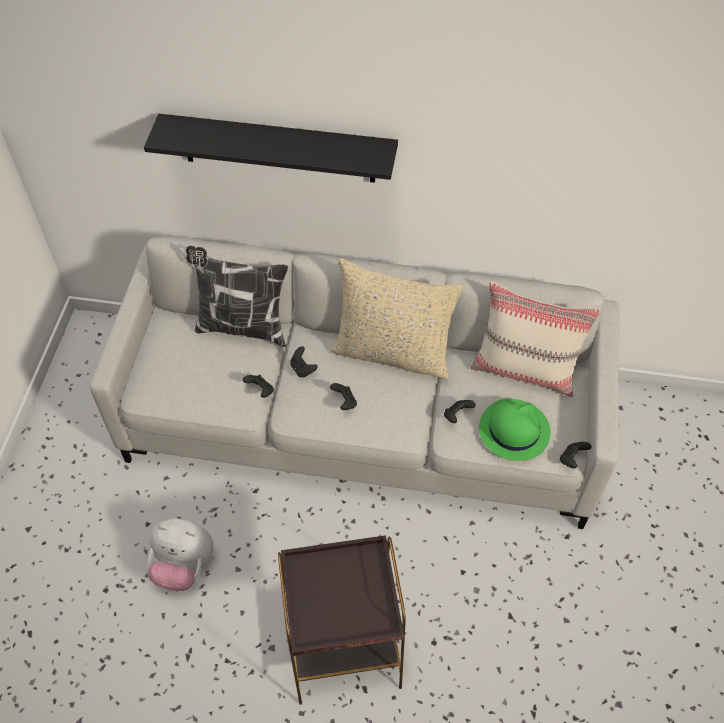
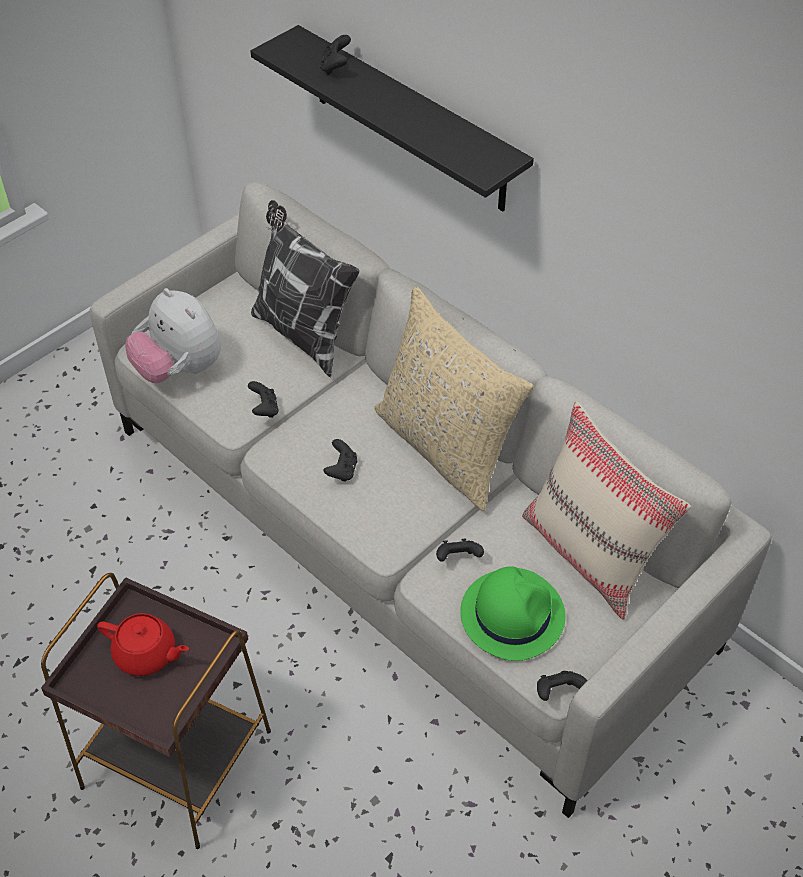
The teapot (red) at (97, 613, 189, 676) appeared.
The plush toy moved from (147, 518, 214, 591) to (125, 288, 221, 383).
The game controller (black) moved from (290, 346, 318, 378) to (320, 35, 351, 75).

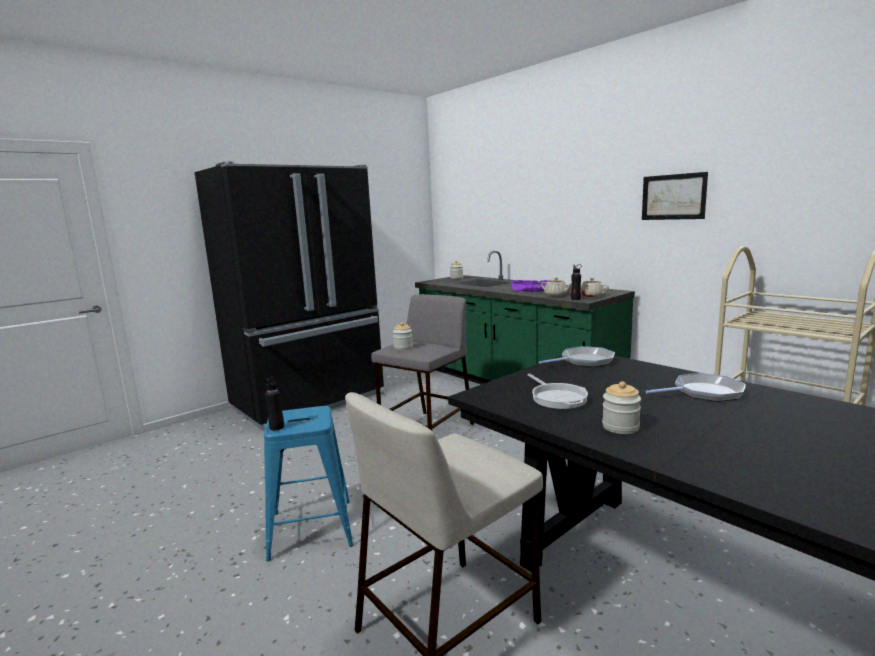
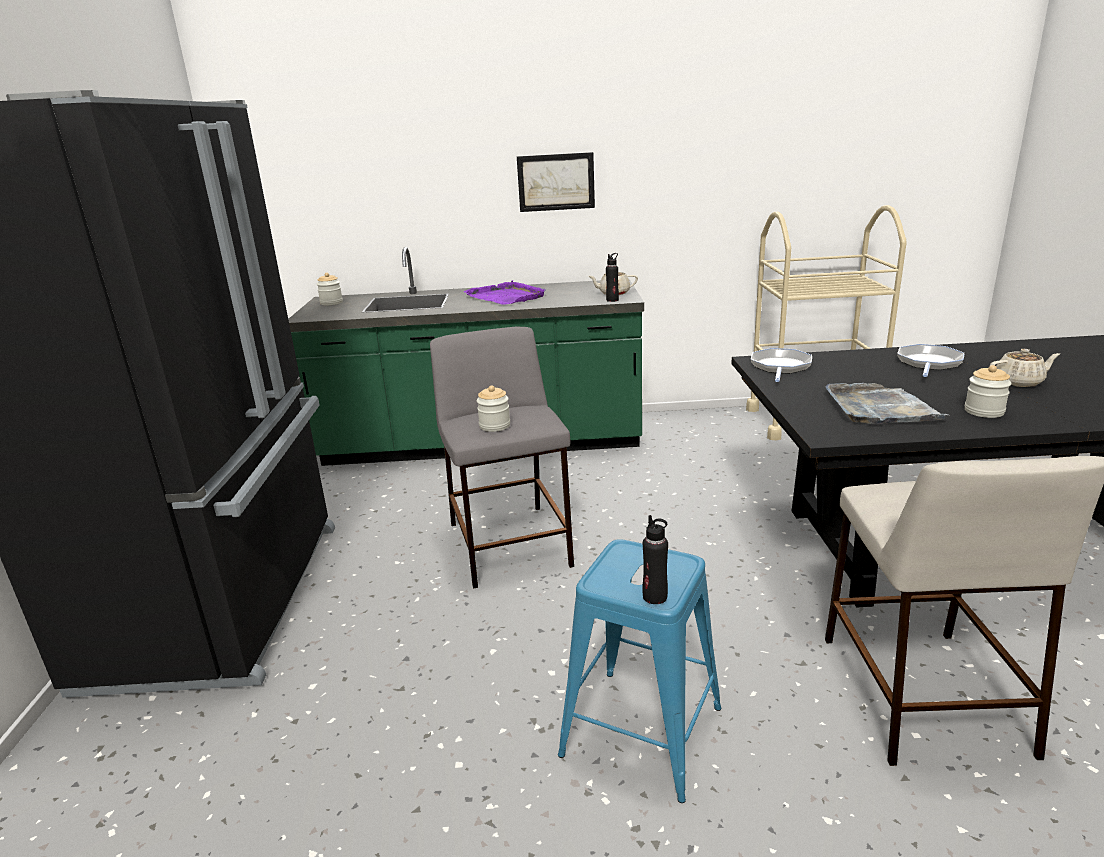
The teapot (beige) moved from (541, 278, 572, 297) to (990, 349, 1060, 387).
The picture moved from (642, 172, 708, 220) to (517, 152, 595, 212).
The frying pan at (528, 374, 588, 409) was replaced by the tray (grey) at (825, 383, 951, 424).

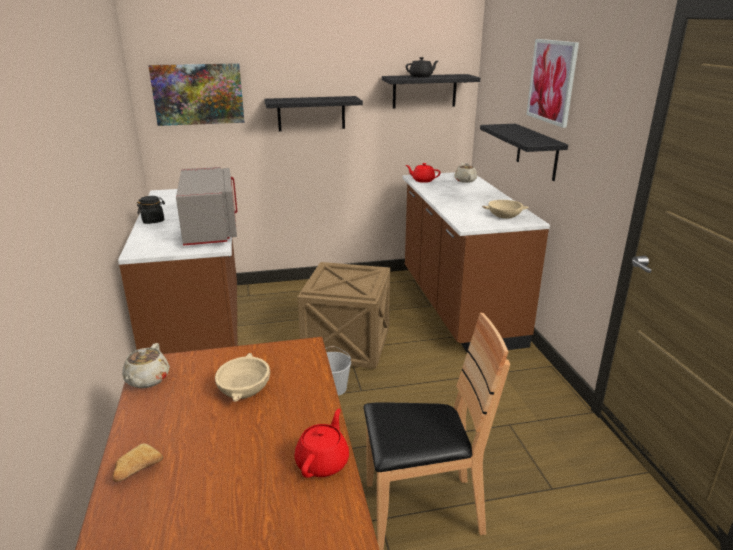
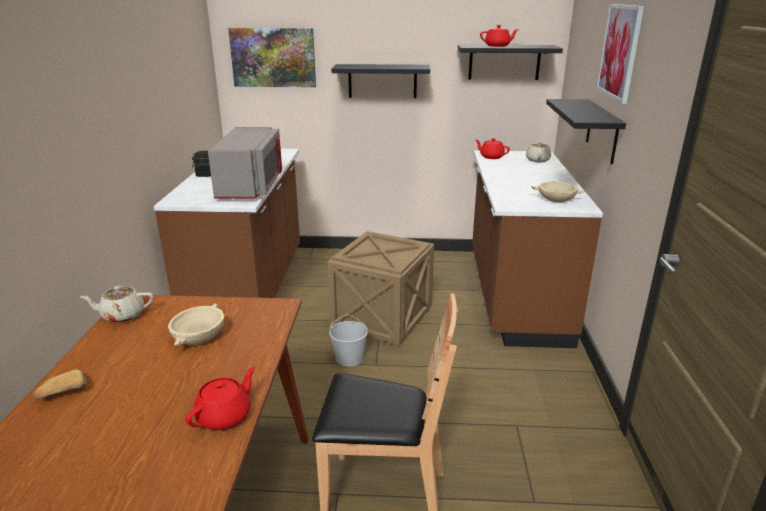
The teapot (black) at (406, 57, 438, 78) became the teapot (red) at (480, 25, 519, 47).
The teapot (beige) at (122, 343, 170, 388) turned 60 degrees clockwise.

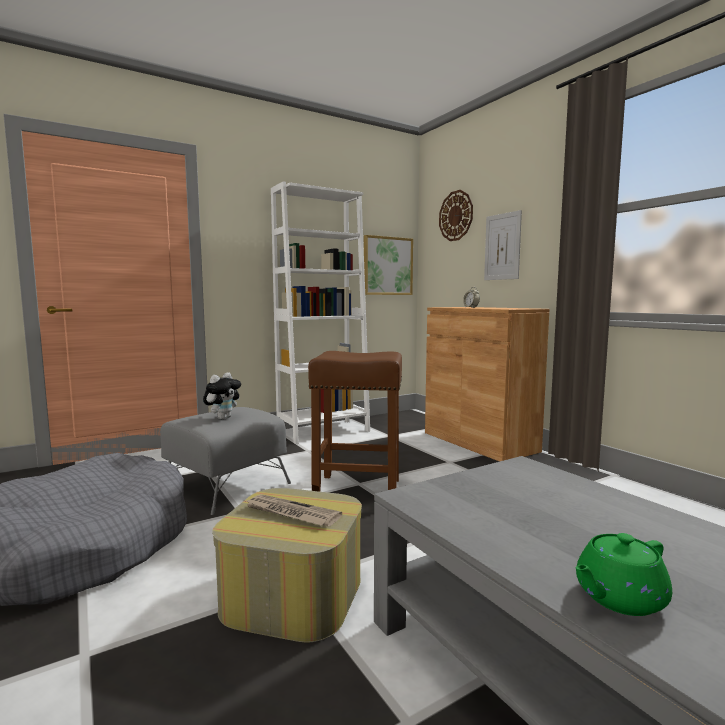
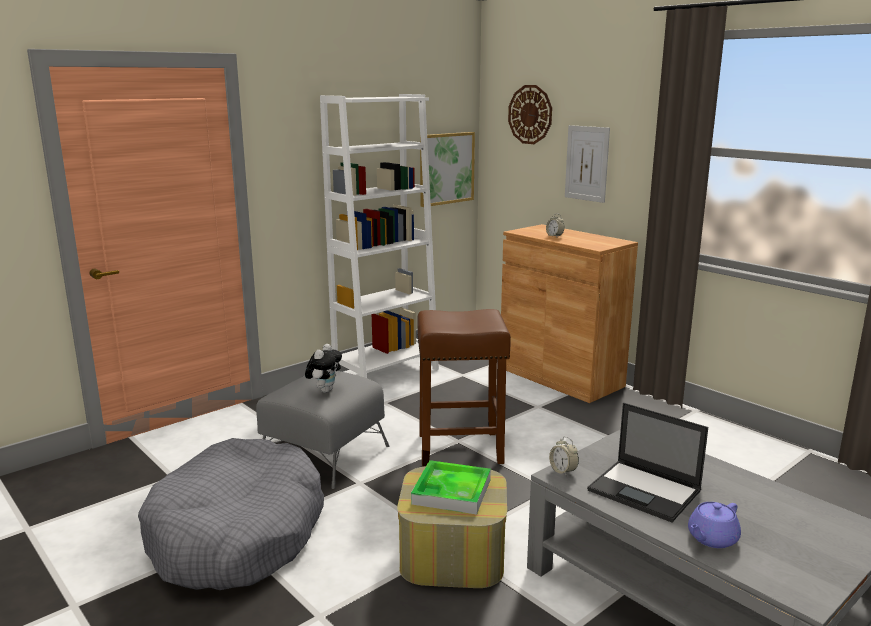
The alarm clock at (549, 437, 579, 477) appeared.
The laptop at (587, 403, 708, 522) appeared.
The newspaper at (246, 494, 342, 526) was replaced by the tray at (411, 460, 491, 514).
The teapot (green) at (575, 533, 672, 616) became the teapot (purple) at (688, 502, 741, 548).

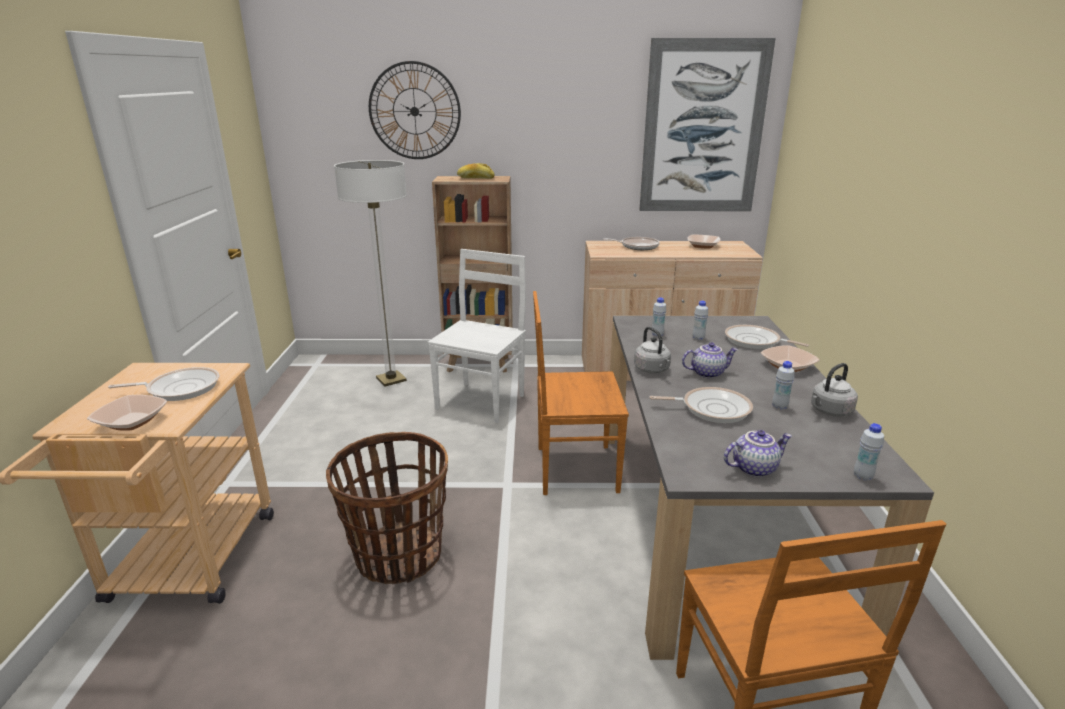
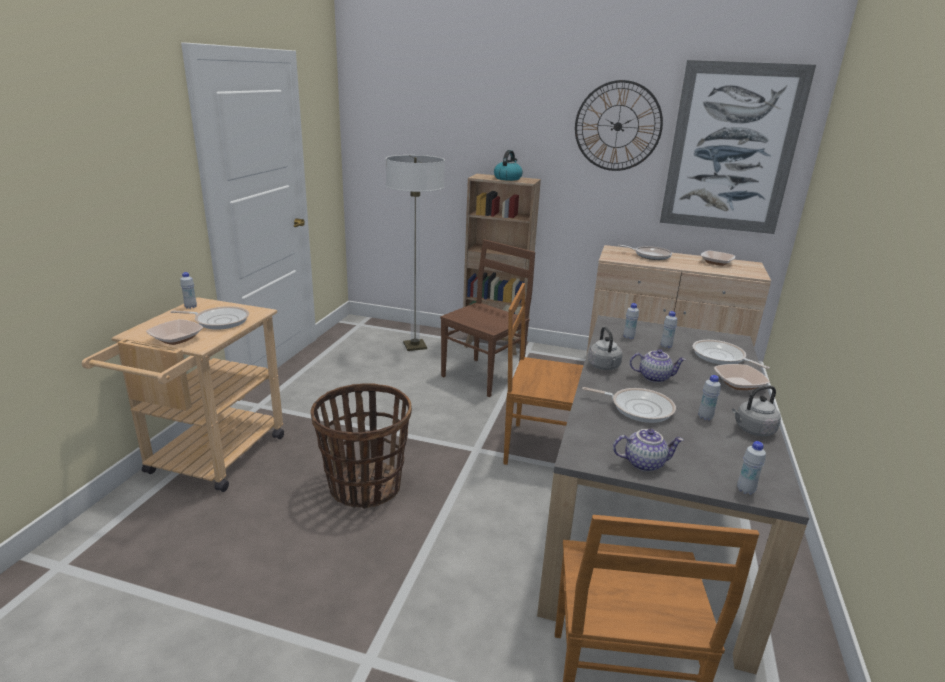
The bottle (white) at (180, 272, 197, 309) appeared.
The wall clock moved from (369, 61, 461, 159) to (575, 80, 663, 171).
The bread at (457, 163, 495, 179) was replaced by the kettle at (494, 150, 523, 181).
The chair (white) at (427, 249, 526, 423) became the chair (brown) at (440, 239, 535, 397).

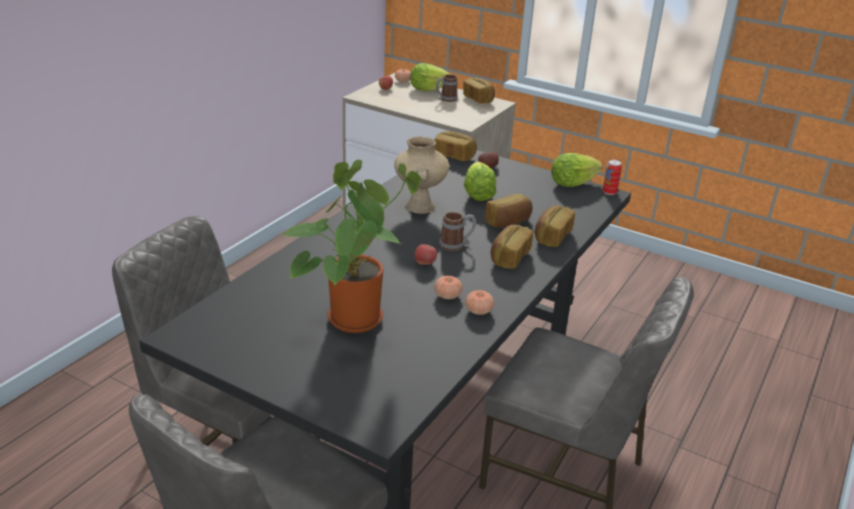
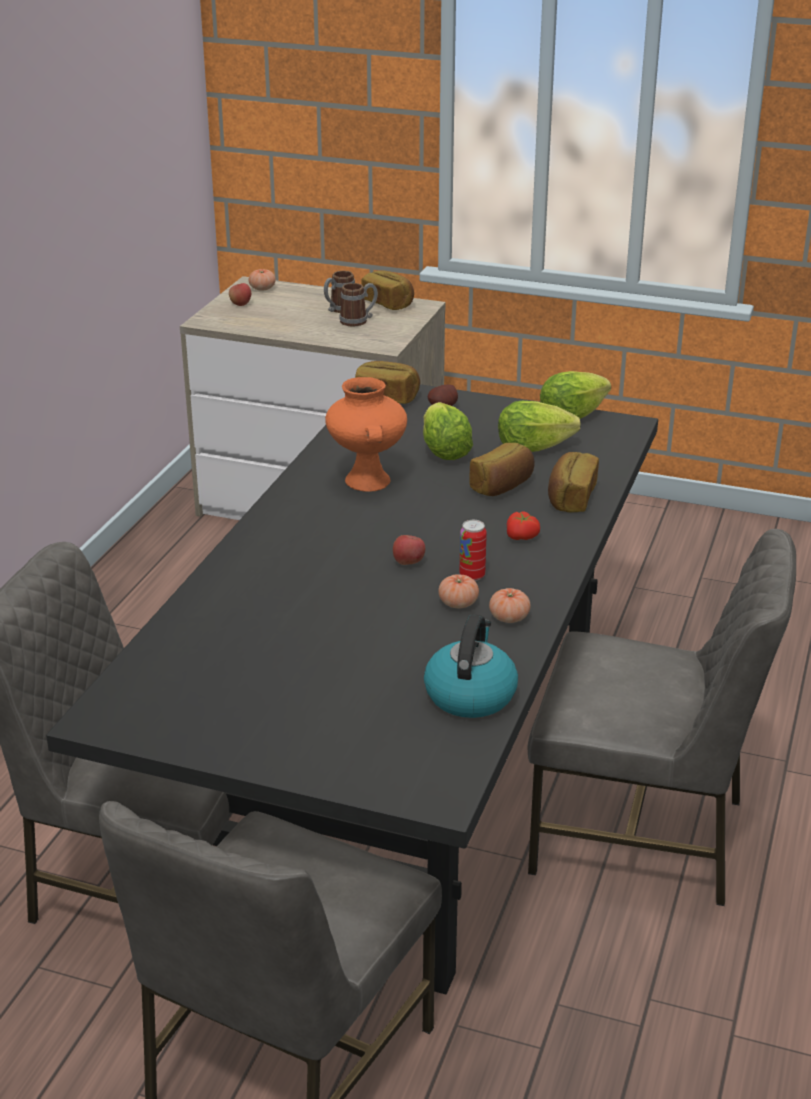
The potted plant at (280, 160, 421, 333) disappeared.
The kettle at (424, 614, 518, 718) appeared.
The lettuce moved from (410, 63, 450, 91) to (498, 401, 581, 452).
The mug moved from (439, 212, 476, 251) to (339, 283, 378, 327).
The can moved from (603, 160, 622, 195) to (459, 520, 487, 581).
The bread at (491, 225, 533, 269) was replaced by the tomato at (507, 511, 540, 540).
The vase (beige) at (394, 136, 449, 214) became the vase (orange) at (325, 377, 407, 492).

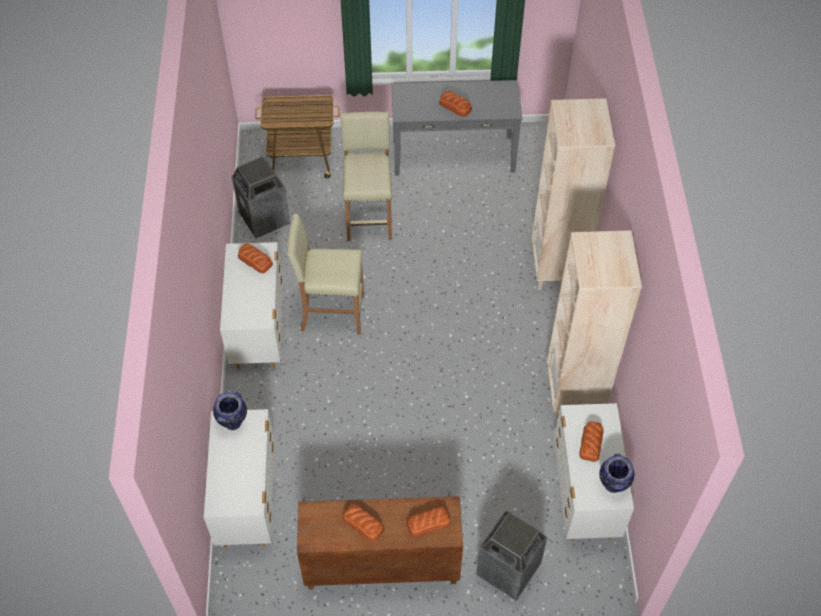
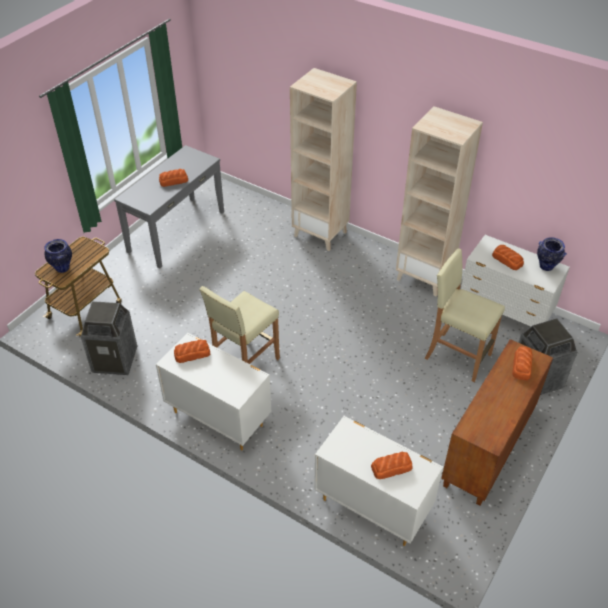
The vase moved from (213, 392, 247, 430) to (44, 239, 72, 273).
The stool (beige) moved from (340, 112, 392, 241) to (425, 249, 505, 382).
The bread moved from (343, 504, 384, 541) to (371, 452, 413, 479).

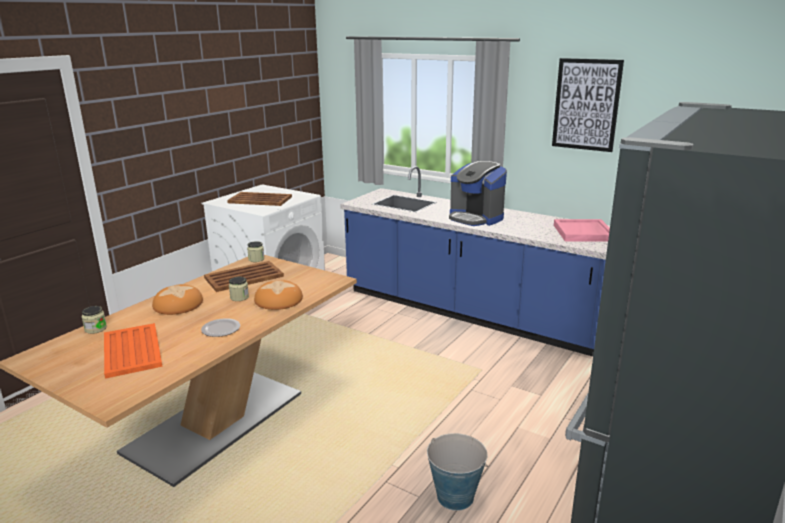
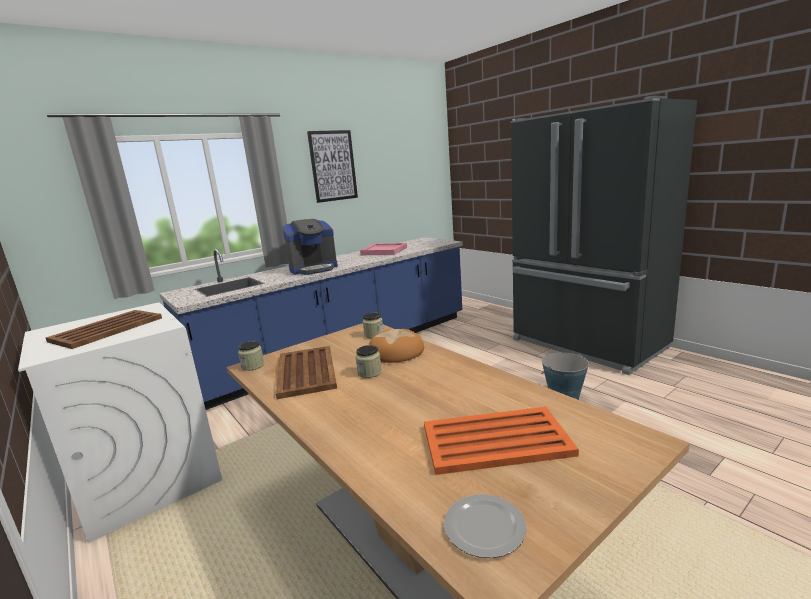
The bread at (152, 284, 203, 315) disappeared.
The jar moved from (82, 306, 107, 334) to (363, 313, 383, 338).
The plate moved from (201, 318, 240, 337) to (444, 494, 527, 558).

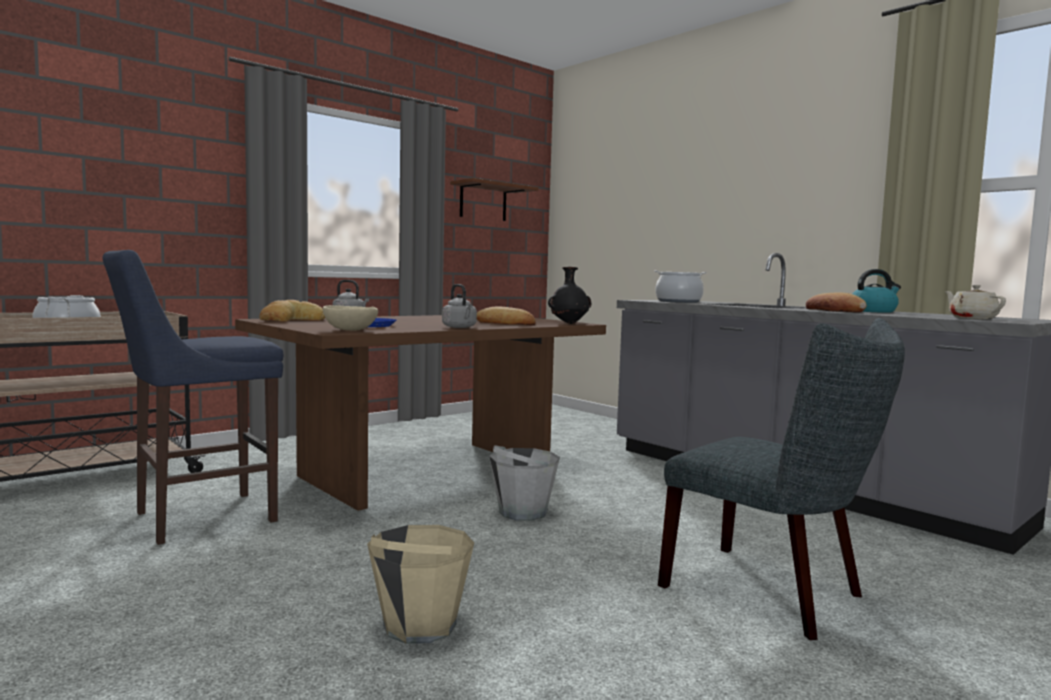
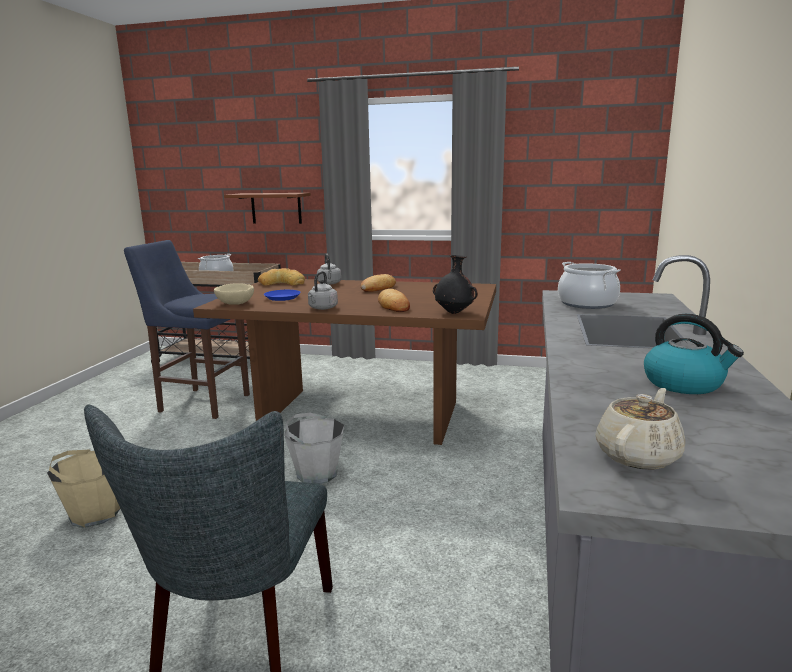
The shelf (brown) moved from (450, 178, 539, 221) to (224, 193, 311, 224).
The bread moved from (806, 292, 867, 313) to (361, 274, 396, 292).

